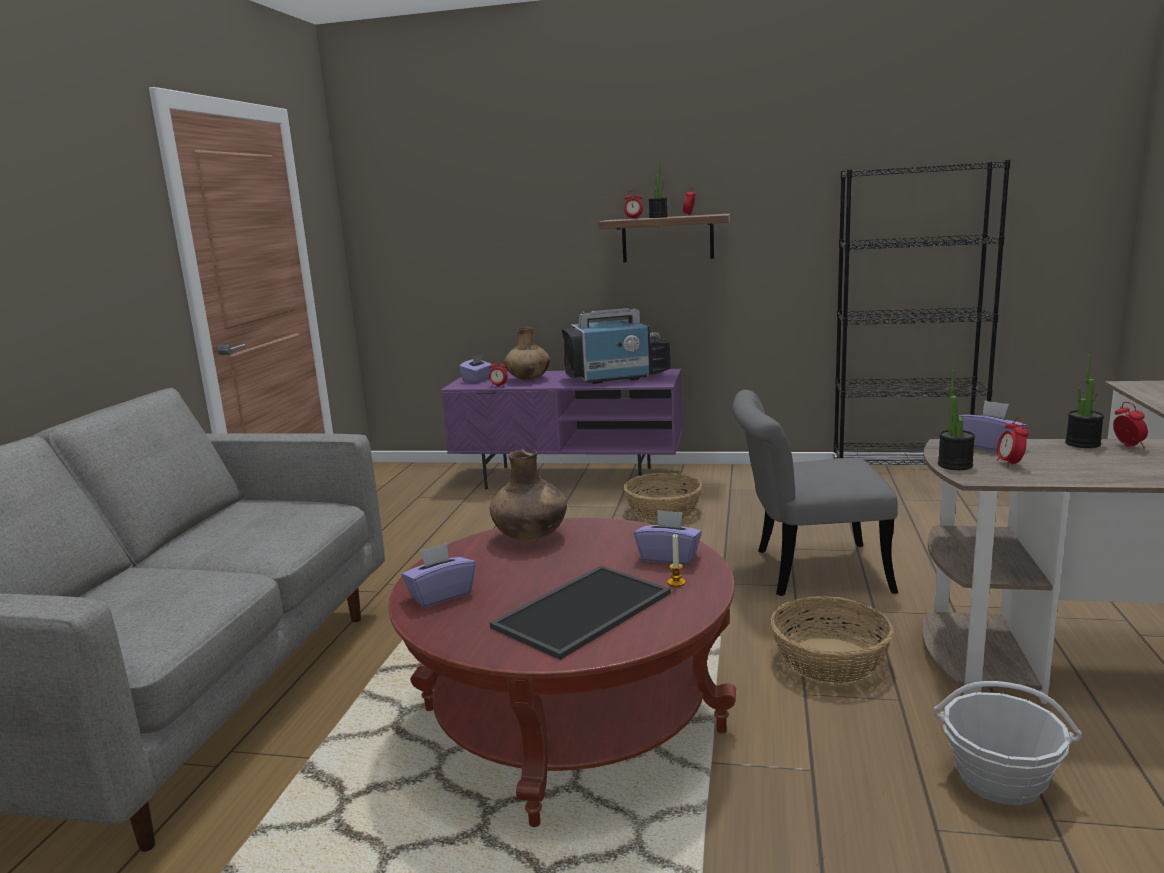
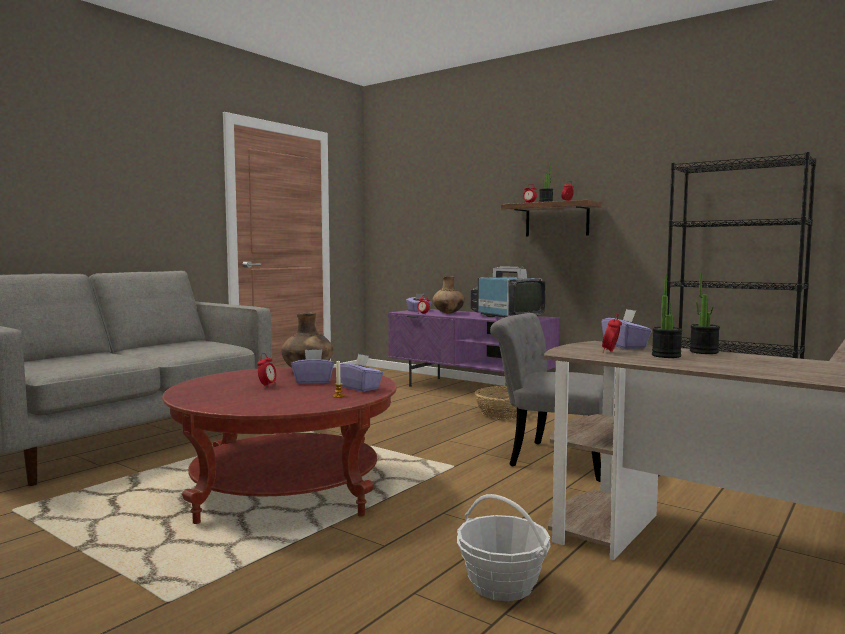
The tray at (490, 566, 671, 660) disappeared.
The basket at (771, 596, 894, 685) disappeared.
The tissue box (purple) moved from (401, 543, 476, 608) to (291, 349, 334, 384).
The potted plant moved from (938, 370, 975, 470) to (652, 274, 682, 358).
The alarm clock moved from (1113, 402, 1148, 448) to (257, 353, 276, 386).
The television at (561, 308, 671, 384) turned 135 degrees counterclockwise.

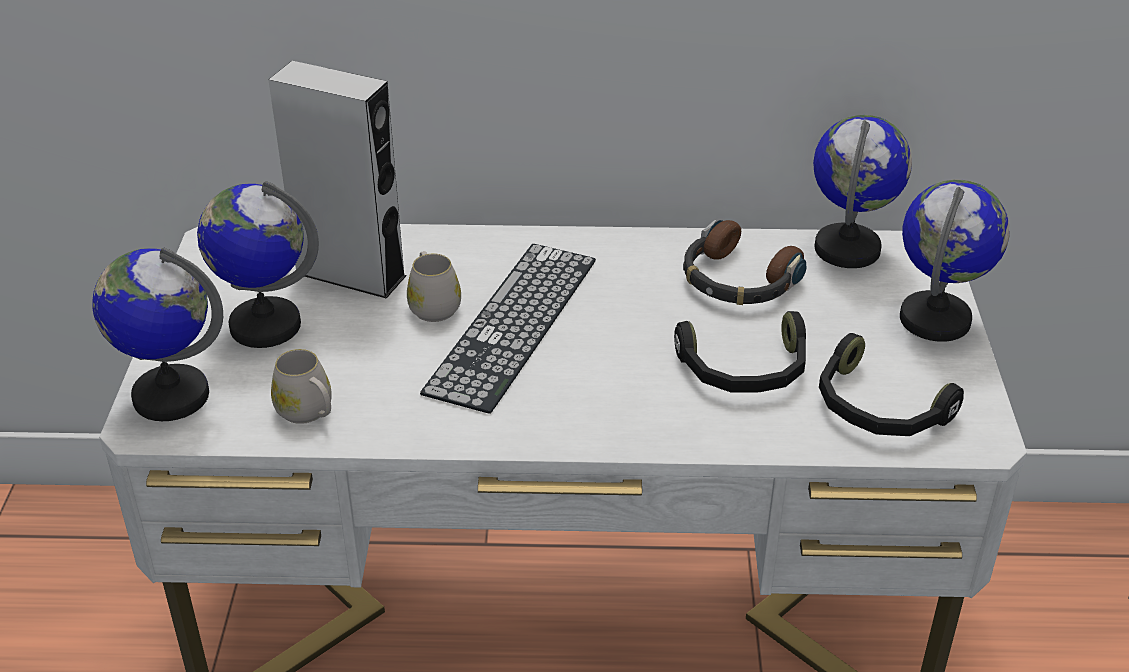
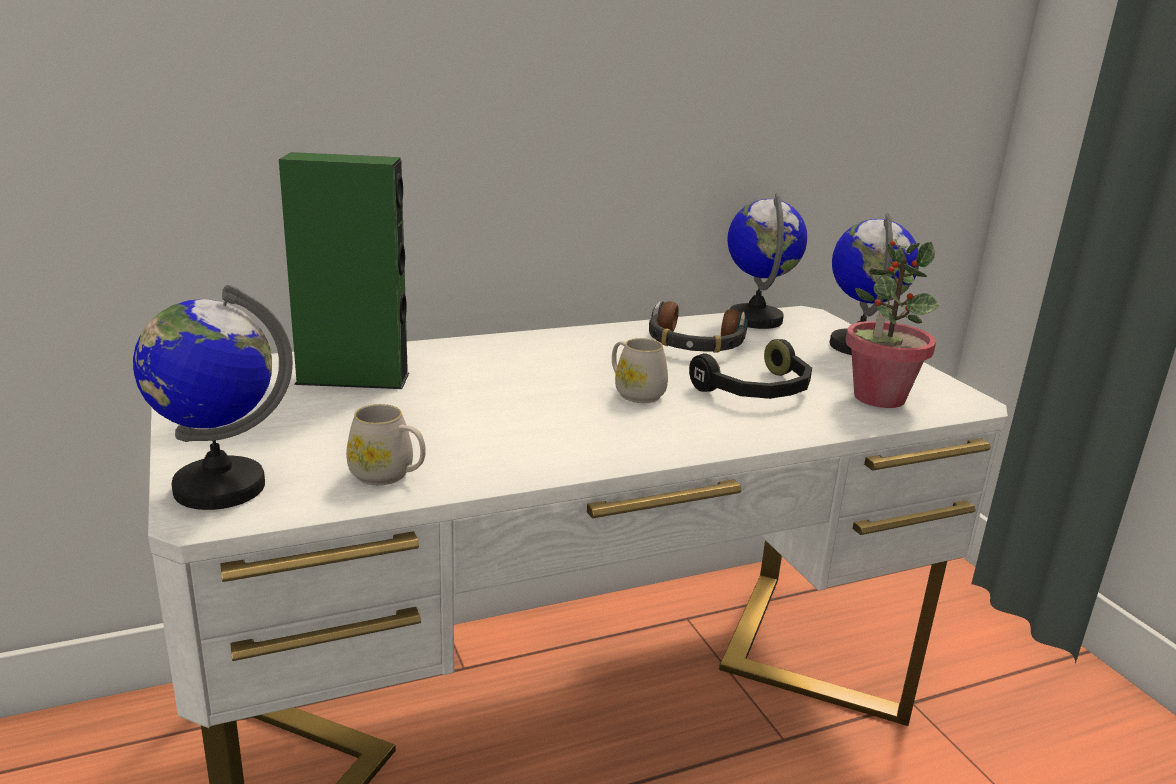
The globe at (197, 181, 319, 348) disappeared.
The keyboard at (420, 244, 596, 414) disappeared.
The mug (white) moved from (407, 251, 461, 322) to (612, 338, 668, 403).
The headphones (black) at (819, 333, 964, 436) was replaced by the potted plant at (846, 239, 939, 408).
The speaker (grey) at (268, 61, 407, 299) became the speaker (green) at (279, 152, 409, 389).

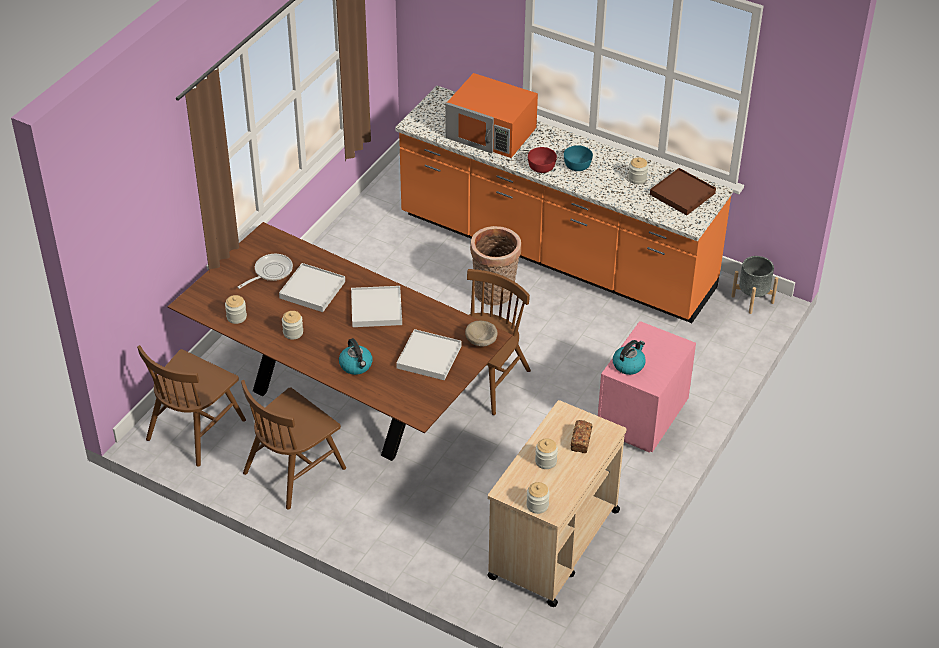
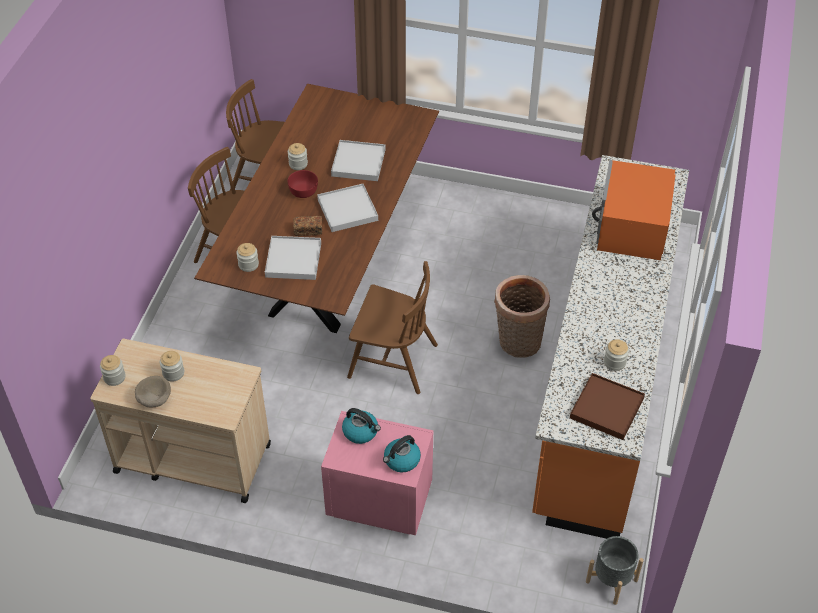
The frying pan at (237, 254, 293, 289) disappeared.
The bowl (turquoise) at (564, 145, 593, 171) disappeared.
The jar moved from (225, 295, 247, 324) to (236, 243, 259, 272).
The kettle moved from (339, 338, 373, 375) to (383, 435, 421, 473).
The bowl (beige) moved from (465, 321, 498, 347) to (135, 376, 171, 408).
The bowl (red) moved from (528, 147, 557, 173) to (288, 170, 318, 198).
The bread moved from (571, 420, 592, 453) to (293, 216, 322, 236).

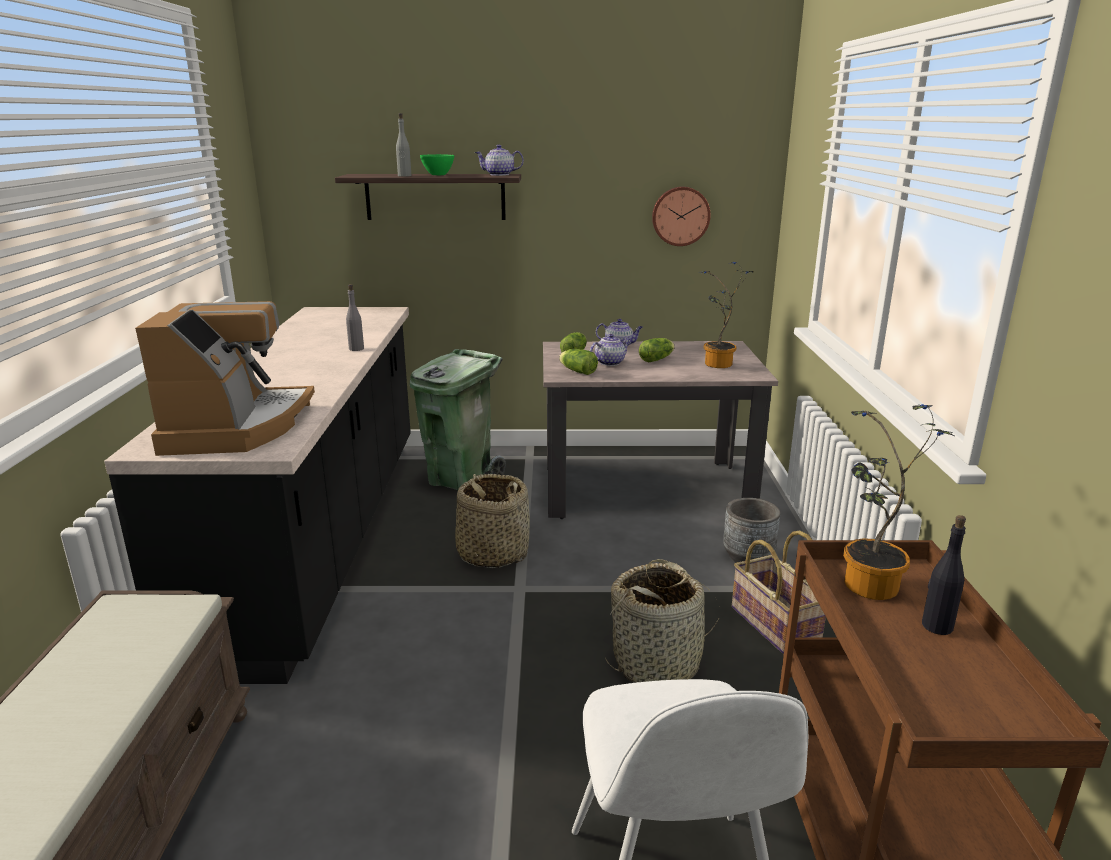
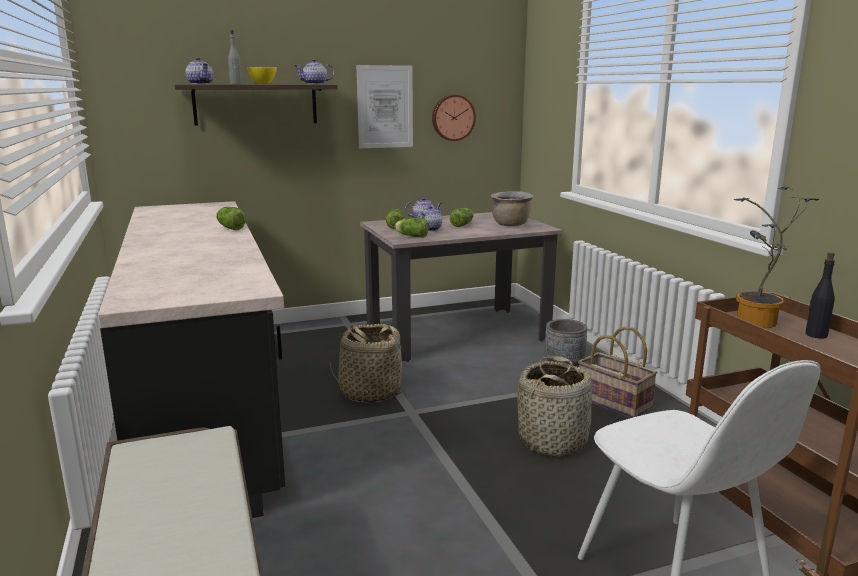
The coffee machine at (135, 301, 315, 456) disappeared.
The trash can (green) at (410, 349, 506, 491) disappeared.
The teapot at (186, 57, 214, 84) appeared.
The picture at (356, 65, 413, 148) appeared.
The bottle (grey) at (346, 284, 364, 351) was replaced by the lettuce at (216, 207, 246, 230).
The potted plant at (699, 262, 754, 368) was replaced by the cooking pot (brown) at (491, 191, 533, 226).
The bowl (green) at (420, 154, 454, 175) became the bowl (yellow) at (247, 67, 277, 84).

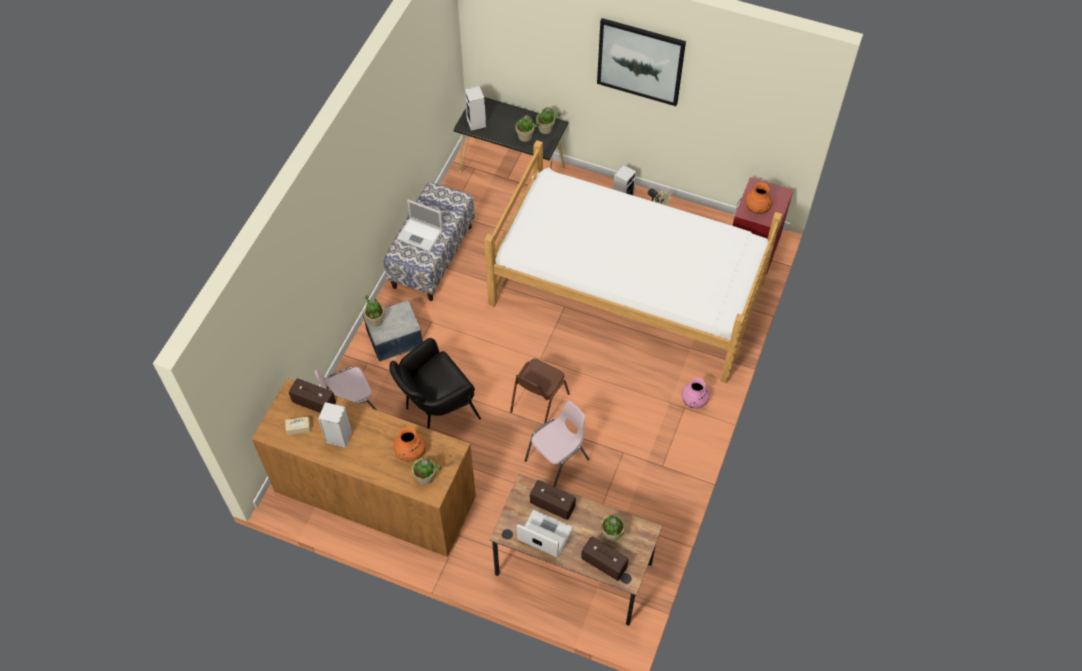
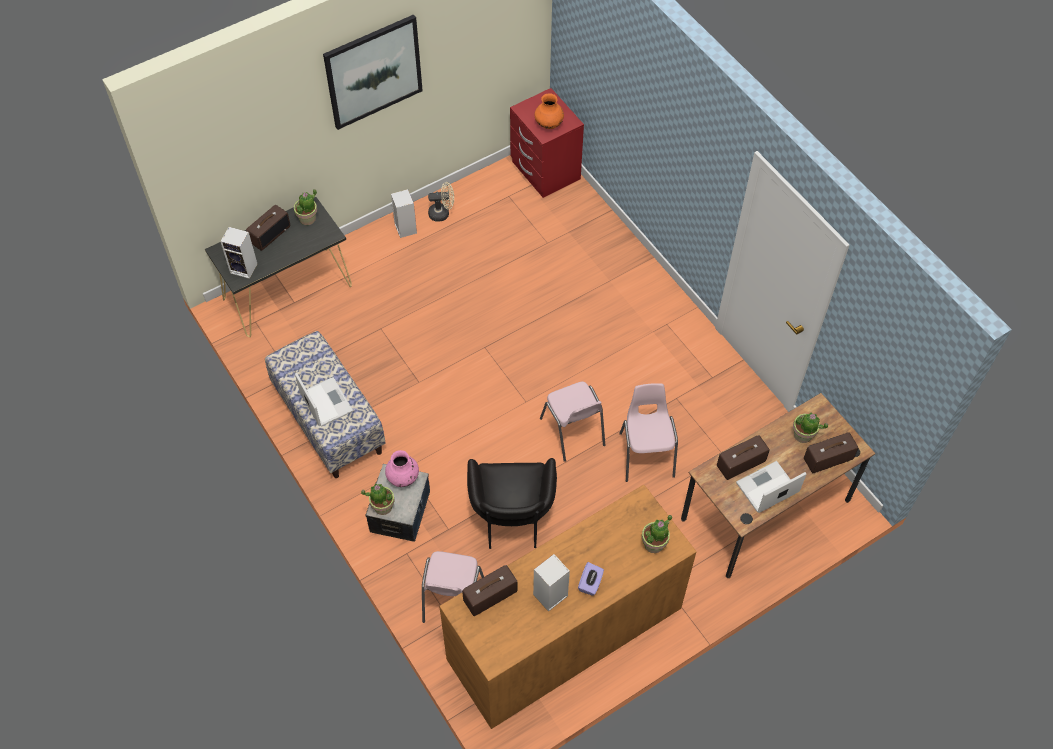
The tissue box (beige) at (285, 417, 311, 435) disappeared.
The vase (orange) at (394, 427, 426, 462) disappeared.
The bed at (484, 140, 782, 384) disappeared.
The potted plant at (516, 115, 539, 142) disappeared.
The radio at (246, 205, 290, 251) appeared.
The tissue box (purple) at (578, 562, 604, 596) appeared.
The vase (pink) moved from (682, 378, 710, 409) to (385, 450, 419, 487).
The chair (brown) at (510, 359, 570, 424) became the chair (pink) at (540, 382, 605, 462).
The laptop at (396, 200, 443, 252) turned 90 degrees counterclockwise.

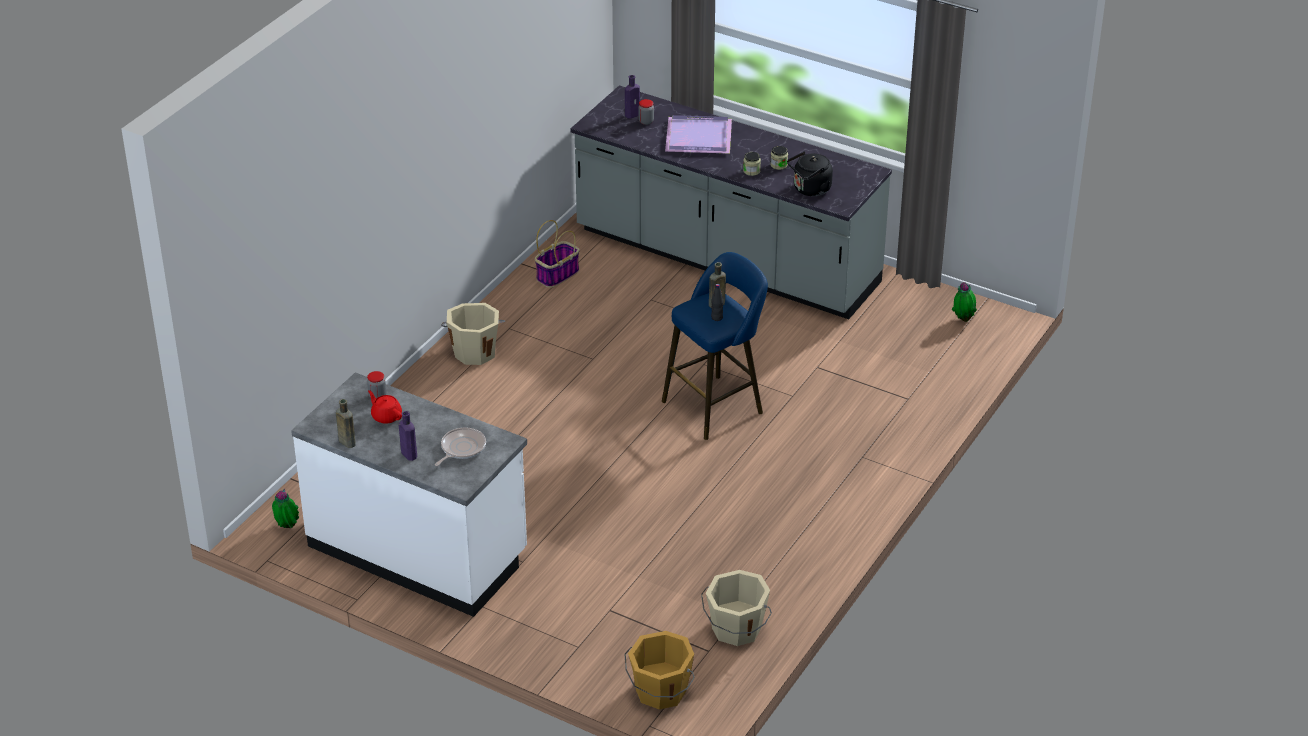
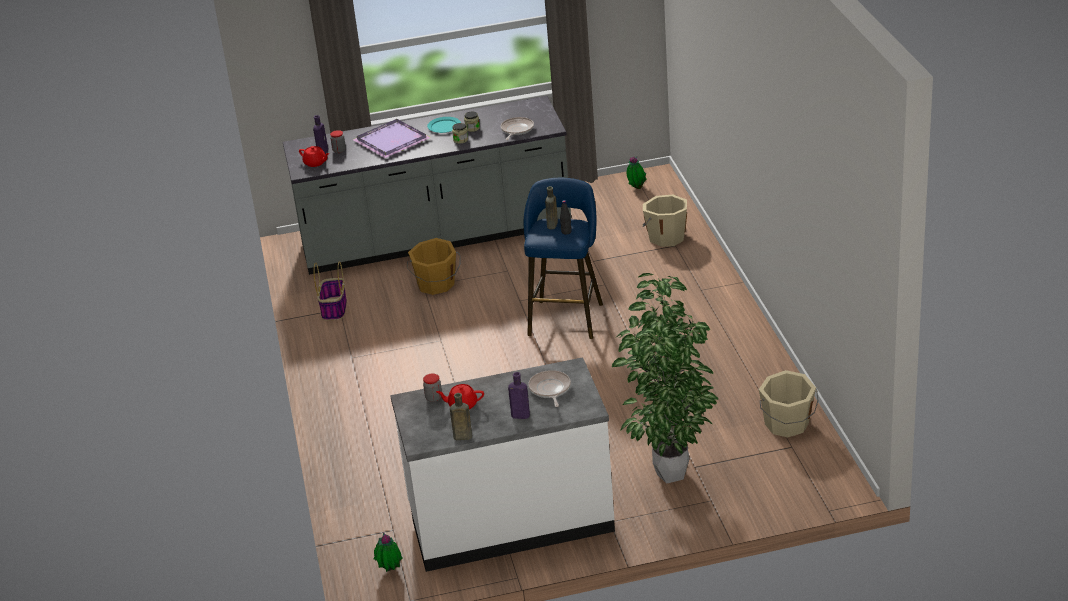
The teapot (red) at (299, 146, 329, 167) appeared.
The plate (turquoise) at (427, 117, 461, 133) appeared.
The potted plant at (612, 273, 718, 484) appeared.
The bucket (beige) moved from (441, 303, 506, 365) to (642, 195, 687, 247).
The bucket (orange) moved from (625, 631, 695, 710) to (407, 238, 461, 295).
The kettle (black) at (787, 151, 833, 196) was replaced by the frying pan at (501, 117, 534, 140).

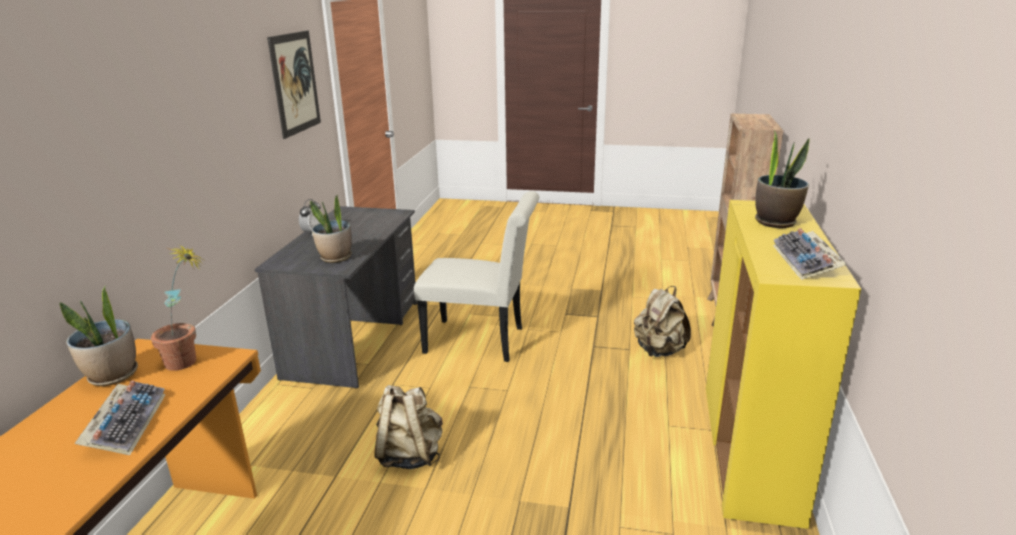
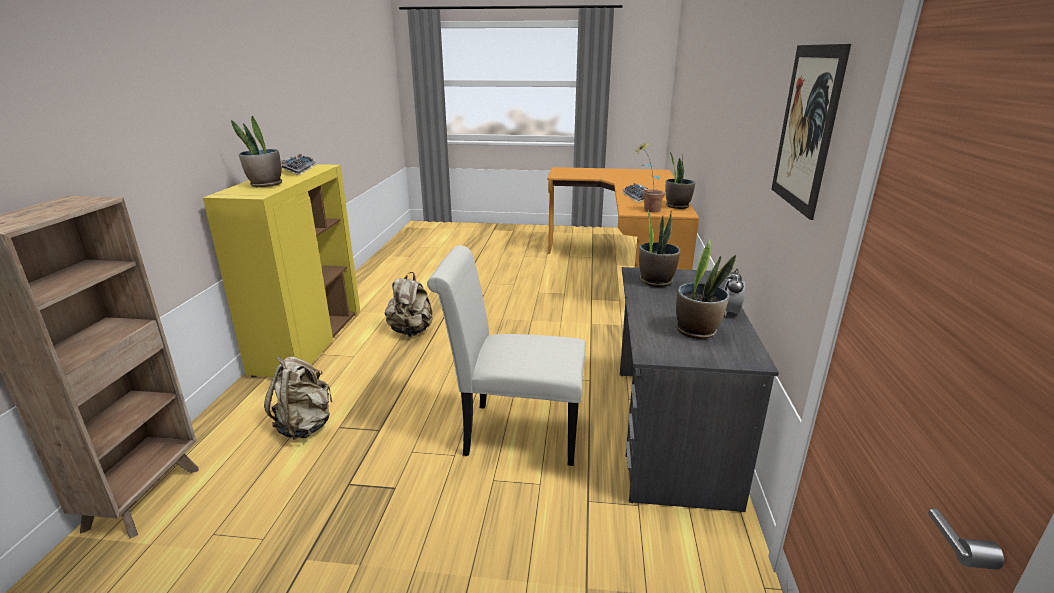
The potted plant at (676, 239, 736, 339) appeared.
The backpack (beige) moved from (374, 385, 443, 469) to (385, 272, 433, 337).

